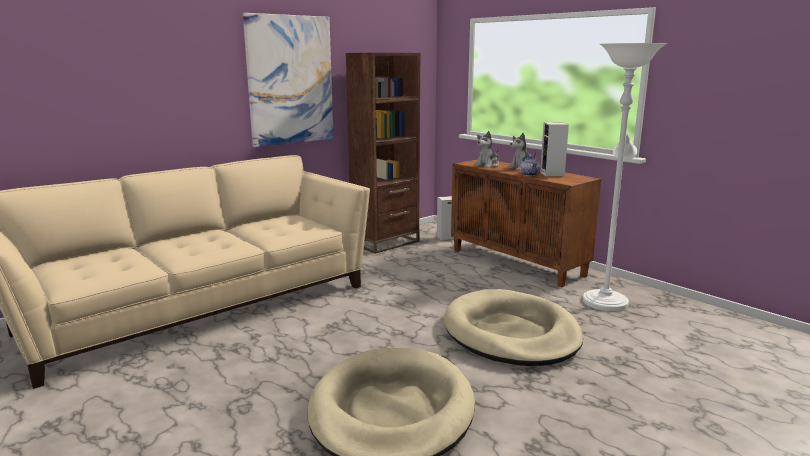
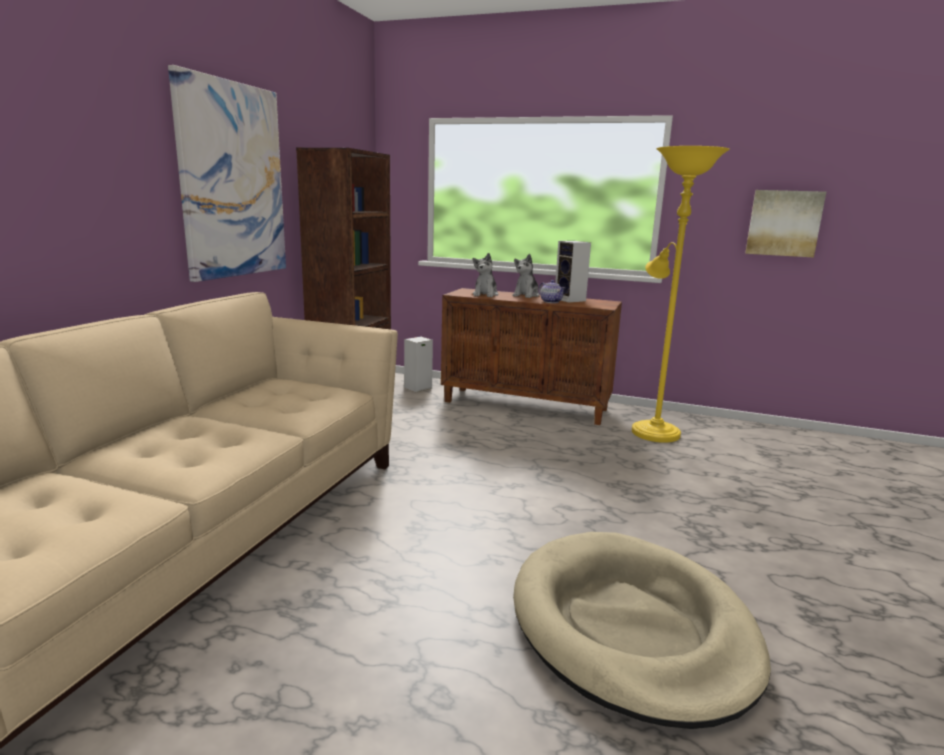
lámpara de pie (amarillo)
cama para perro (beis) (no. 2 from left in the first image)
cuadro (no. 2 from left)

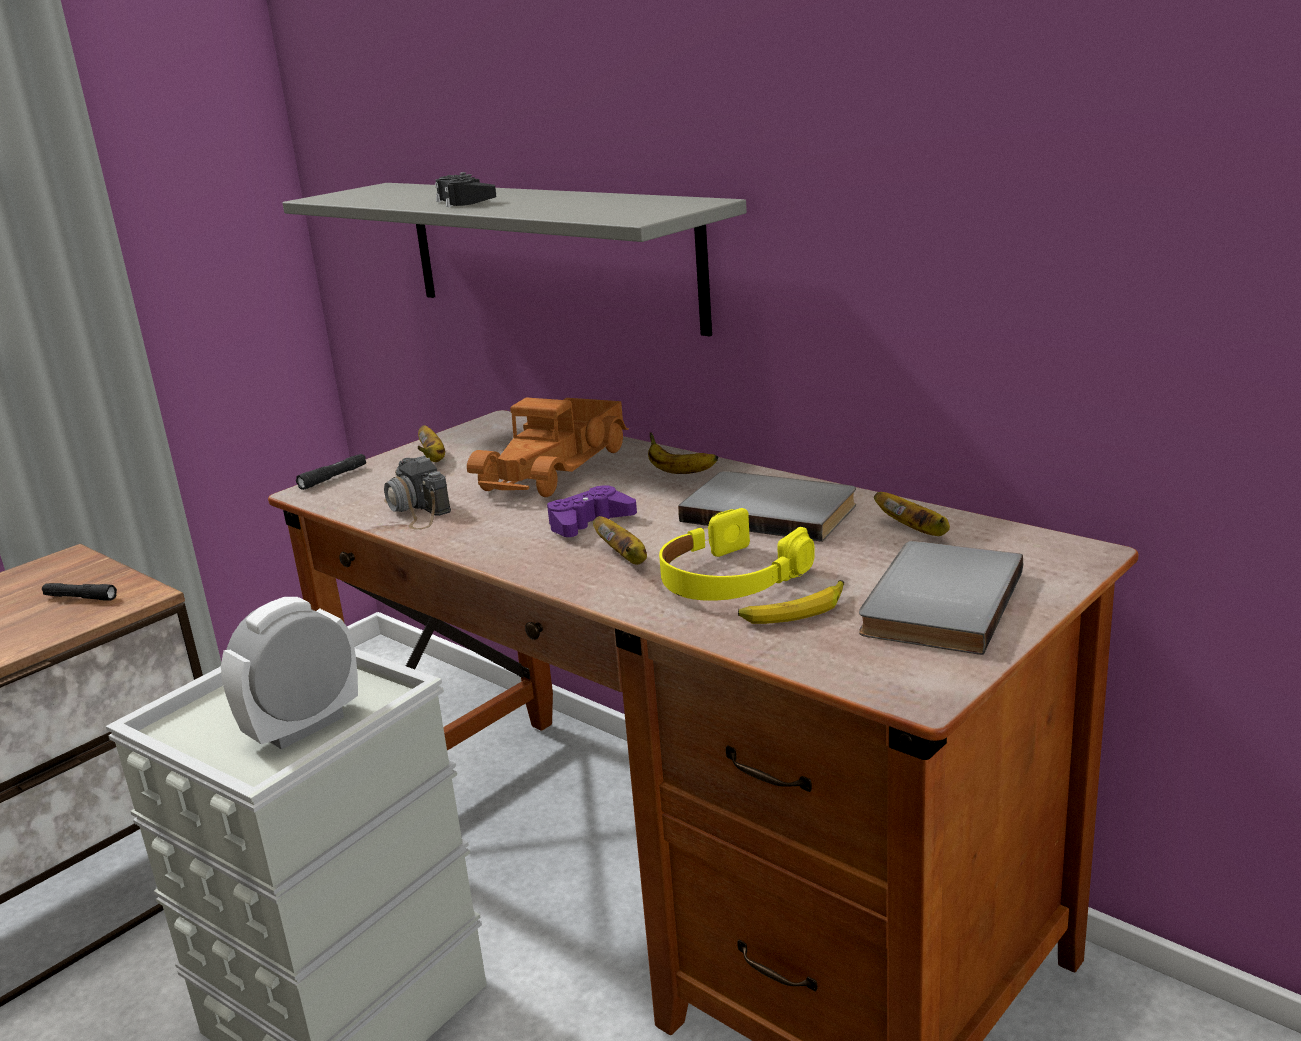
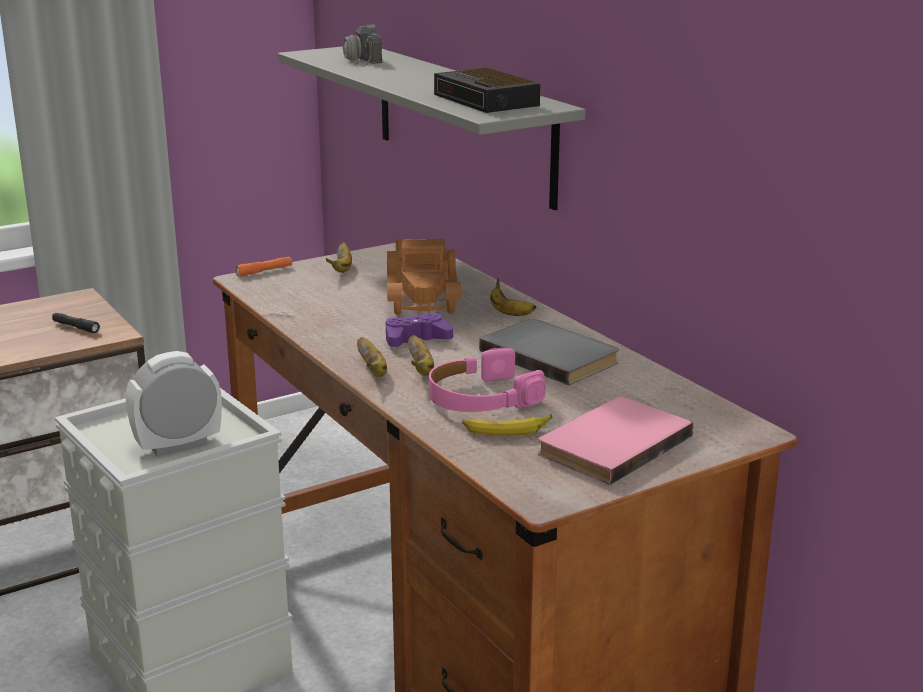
mando de consola (negro)
camión de juguete
linterna (naranja)
cámara
plátano (no. 2 from left)
auriculares (rosa)
libro (rosa)
despertador (no. 2 from left)

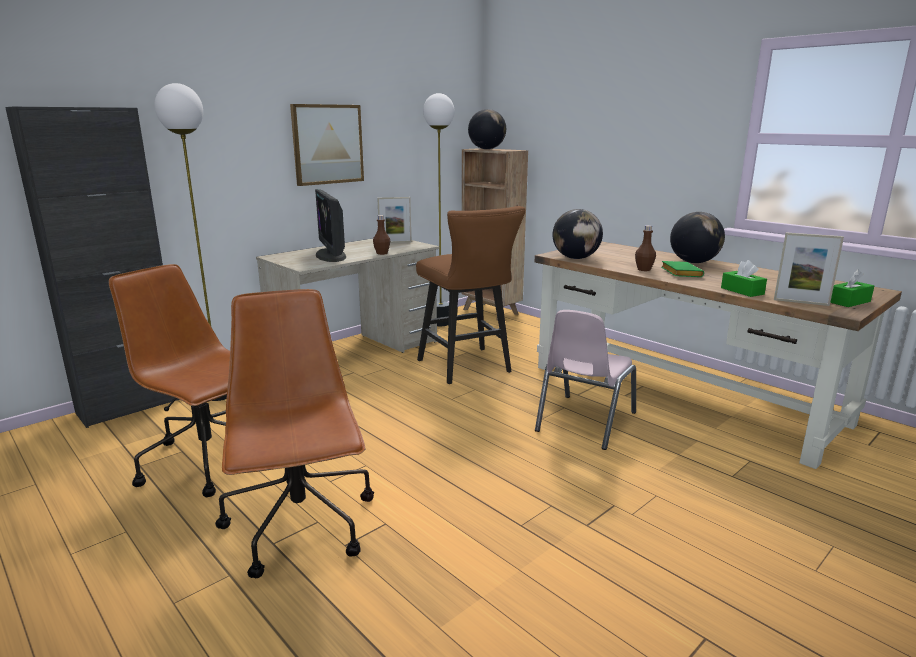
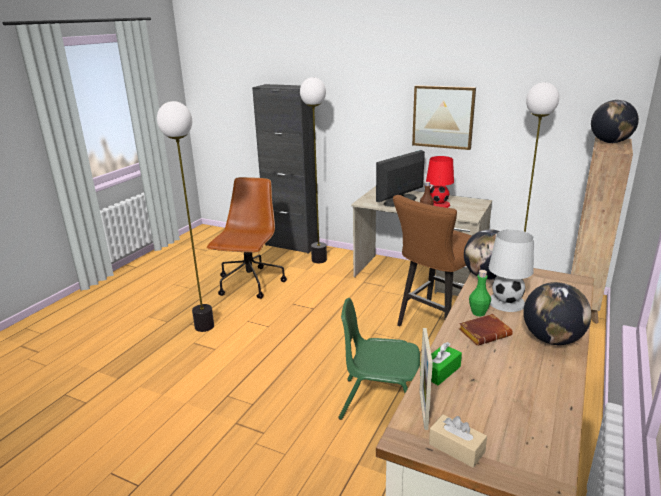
portarretratos (no. 1 from left in the first image)
botella (verde)
libro (marrón)
caja de pañuelos (beis)
lámpara de pie (no. 1 from left)
silla (verde)
lámpara de mesa (rojo)
lámpara de mesa (blanco)

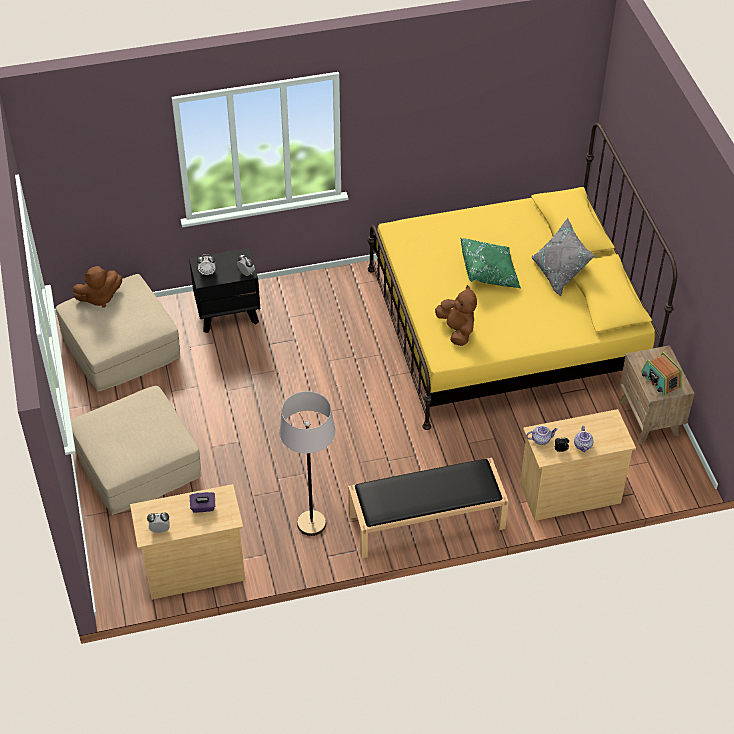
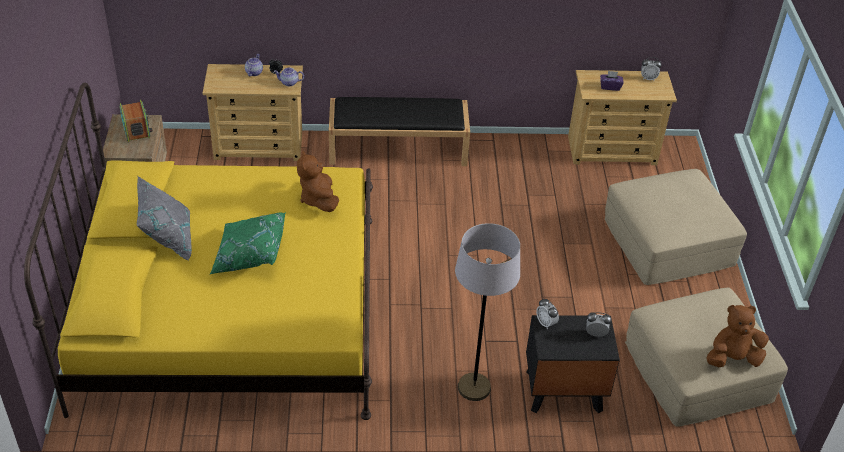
lámpara de pie (gris)

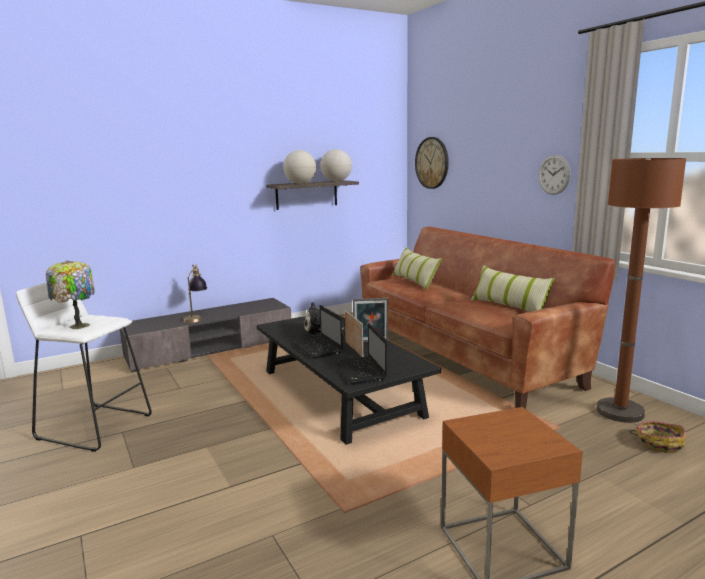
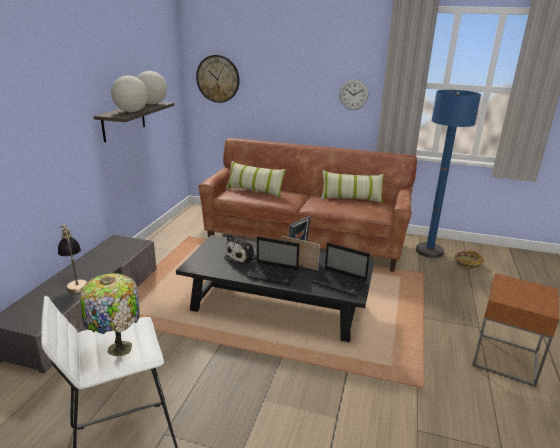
lámpara de pie (azul)

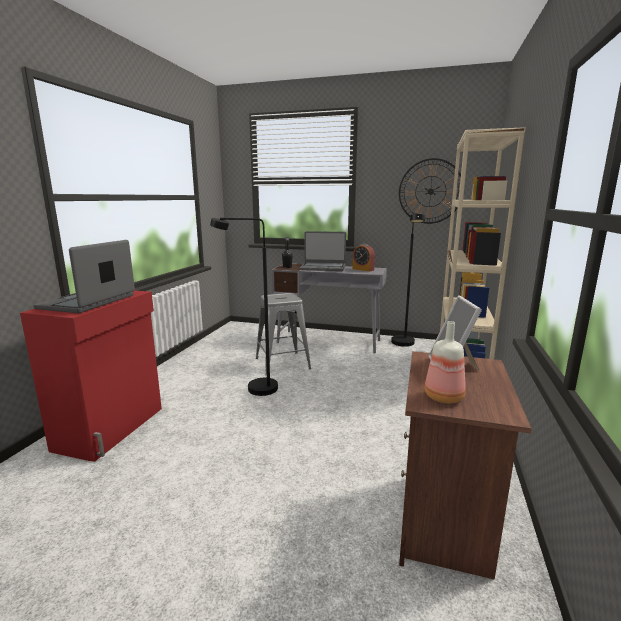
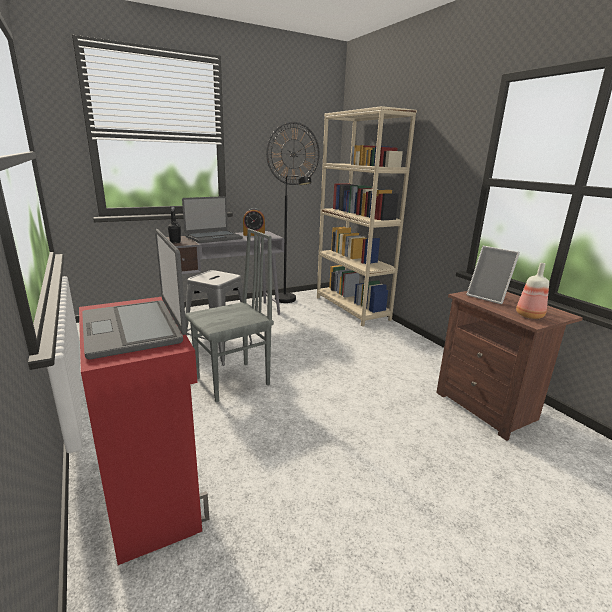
silla (gris)

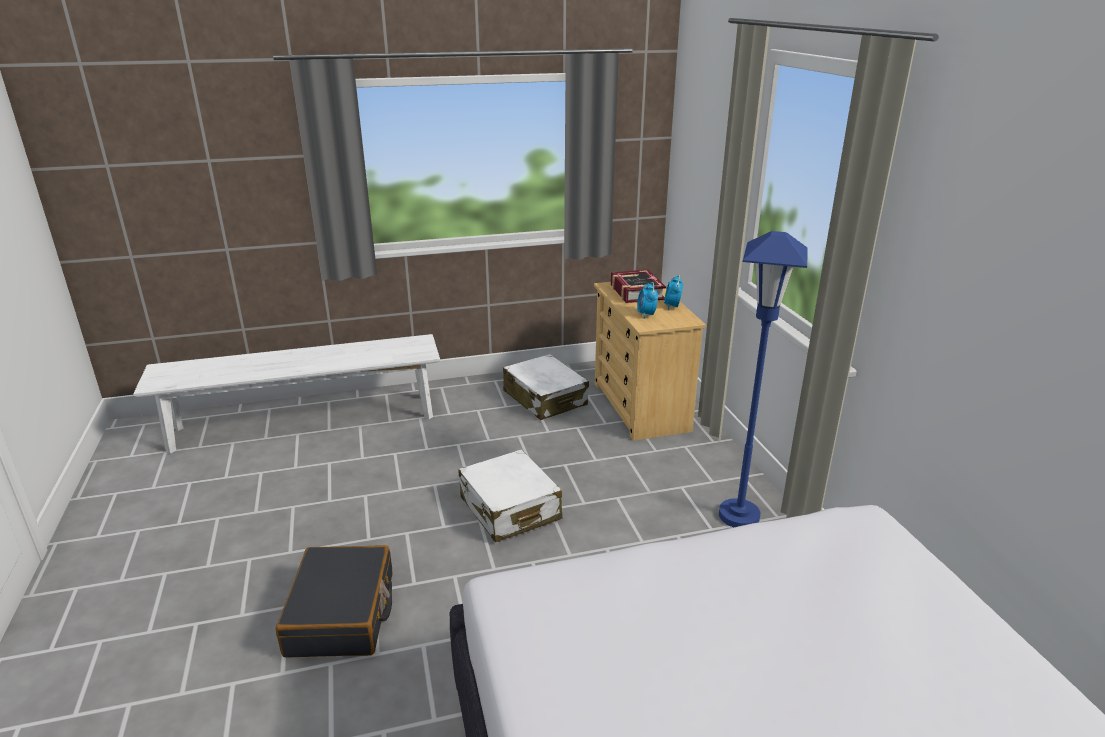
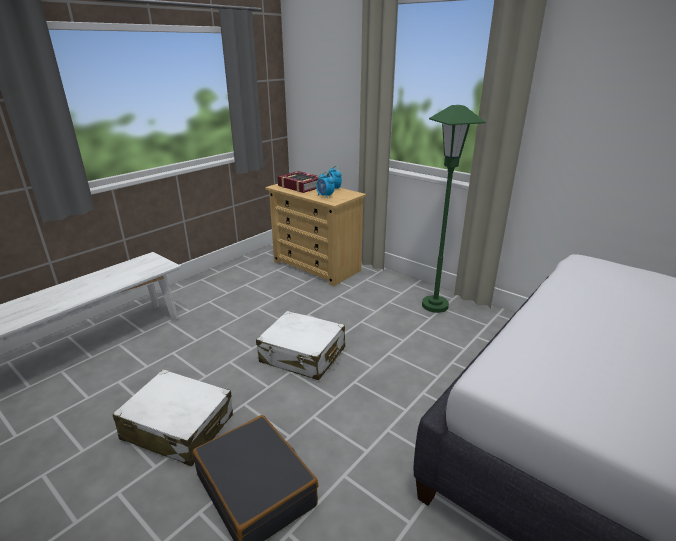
lámpara de pie (verde)
maleta (blanco) (no. 1 from left)

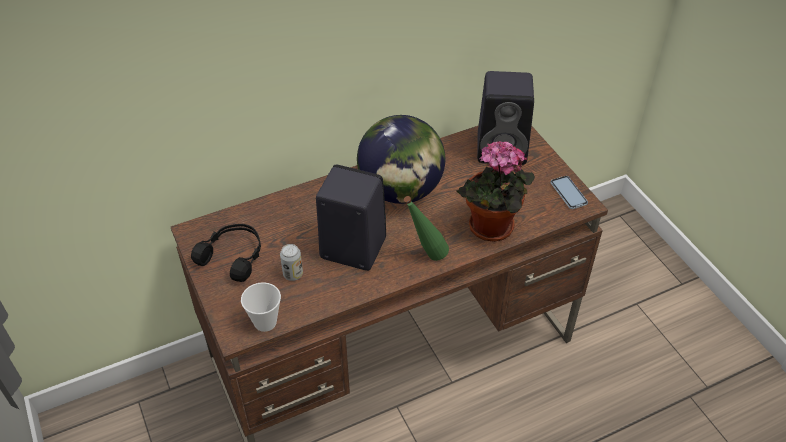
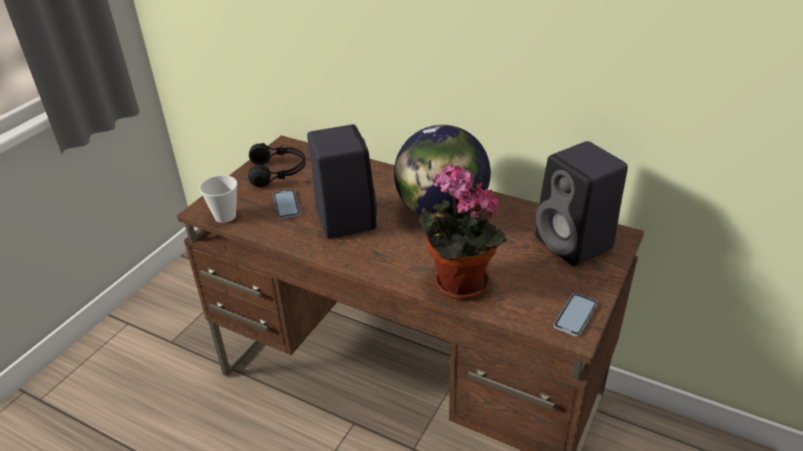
botella (verde)
móvil (no. 1 from left)

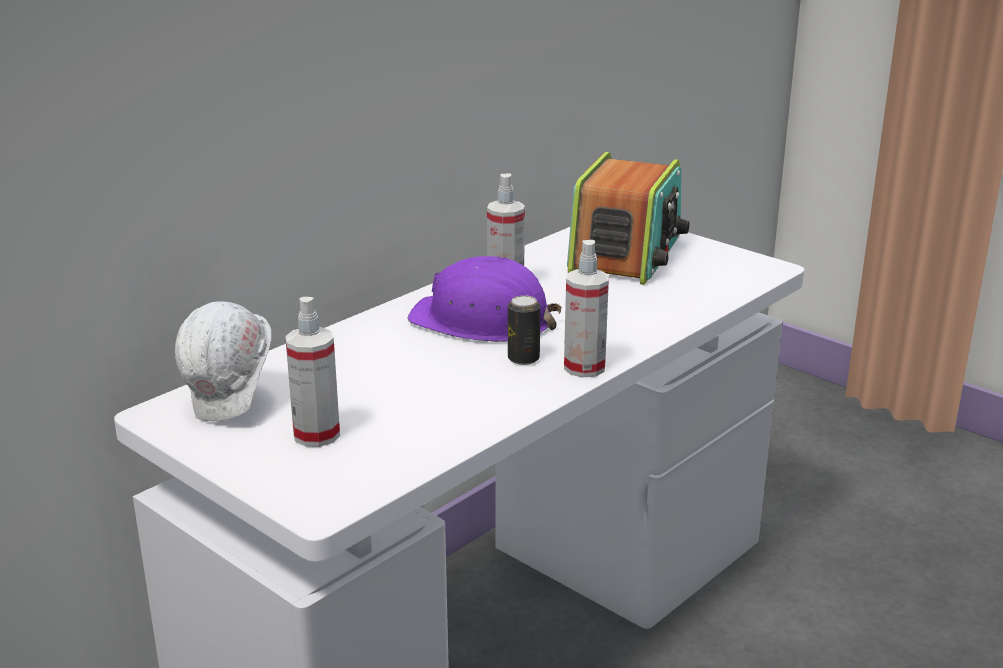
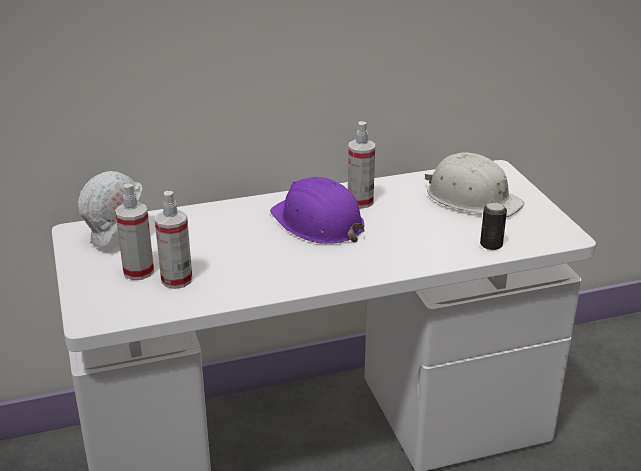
casco (blanco) (no. 2 from left)
pulverizador (no. 2 from left)
lata

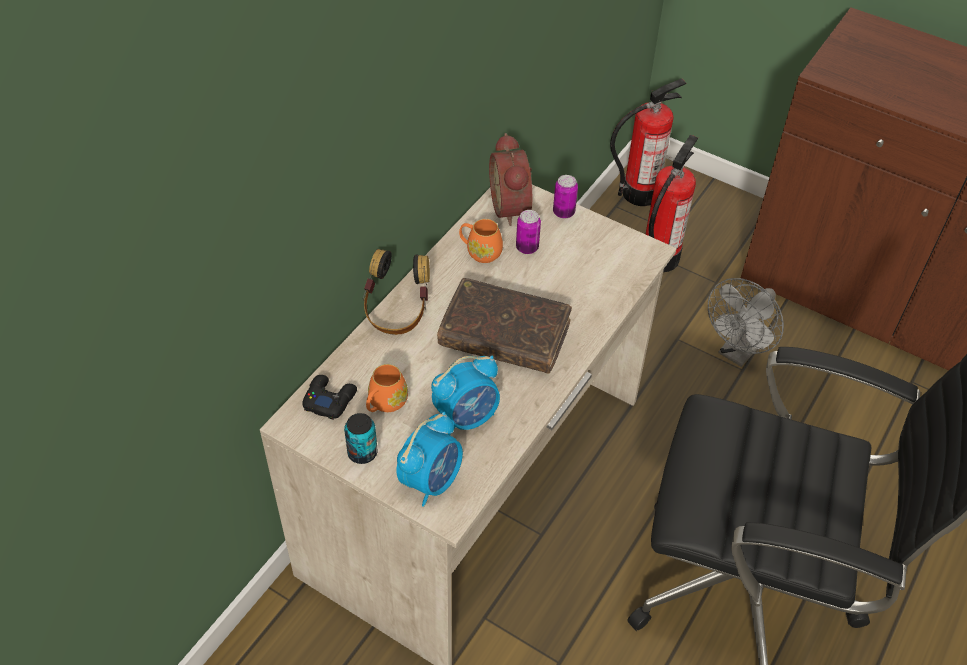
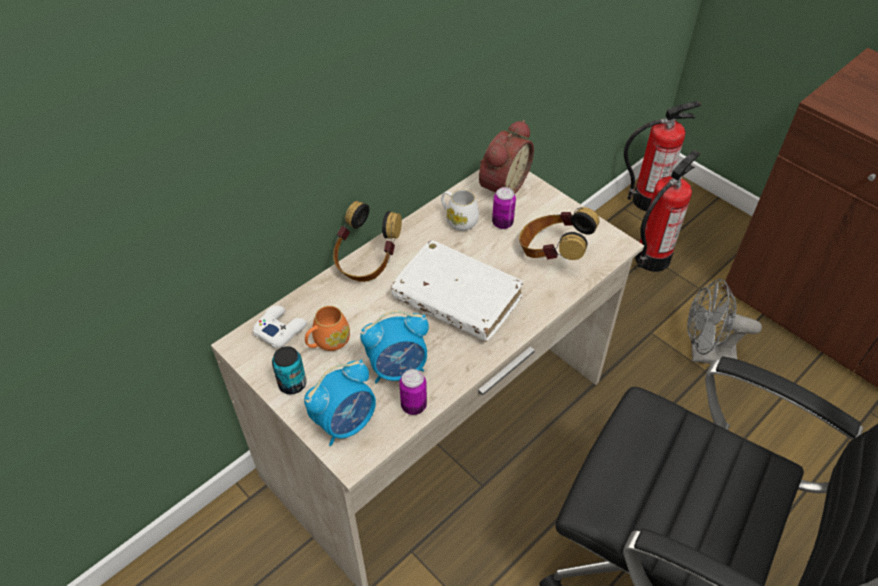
despertador (no. 3 from left)
lata (no. 2 from left)
taza grande (blanco)
libro (blanco)
ventilador (gris)
mando de consola (blanco)
auriculares (no. 2 from left)

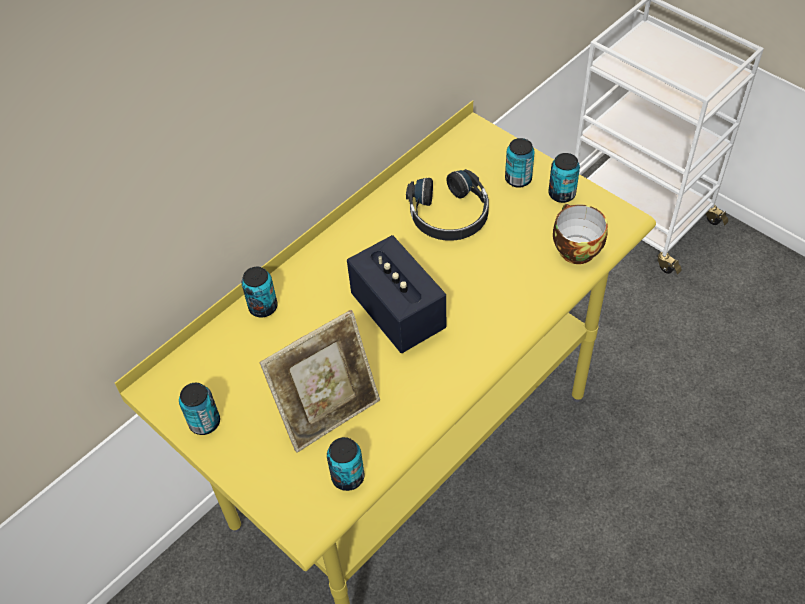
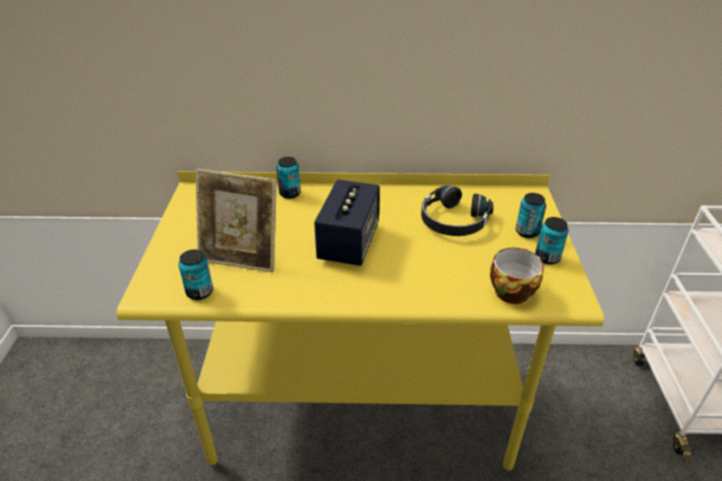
lata (no. 1 from left in the first image)

